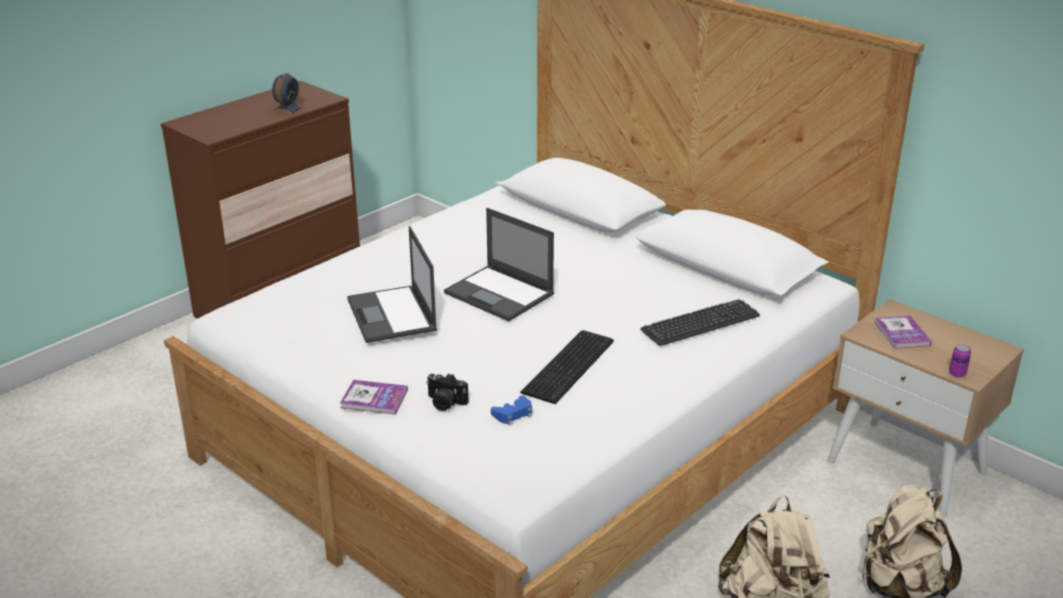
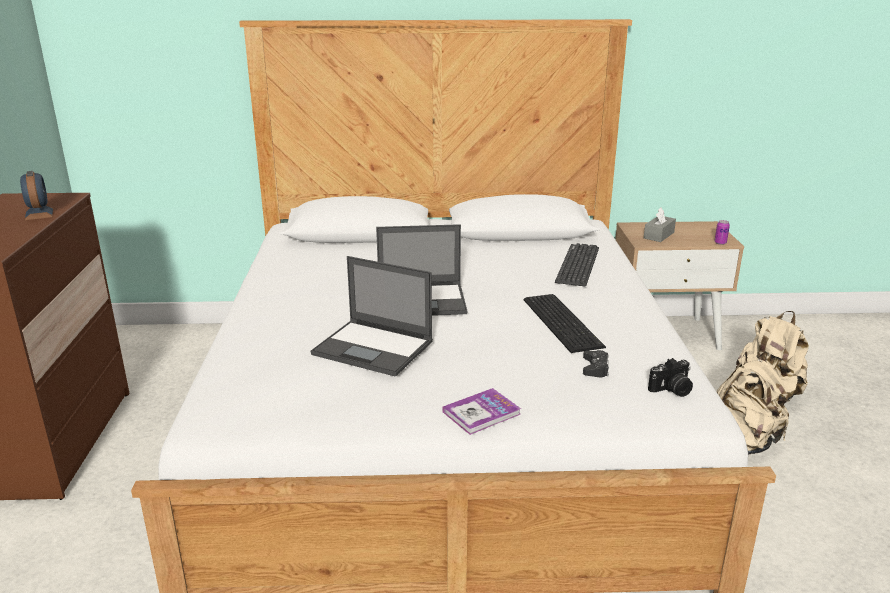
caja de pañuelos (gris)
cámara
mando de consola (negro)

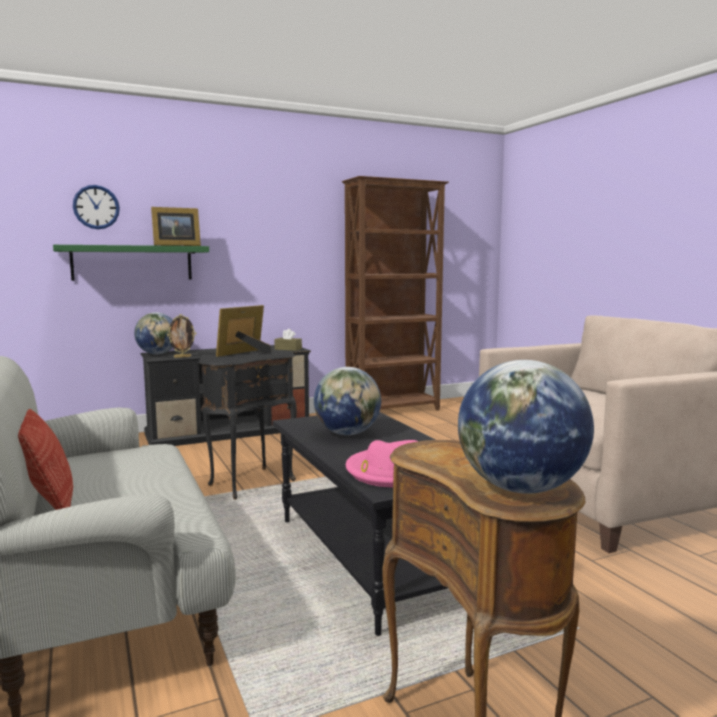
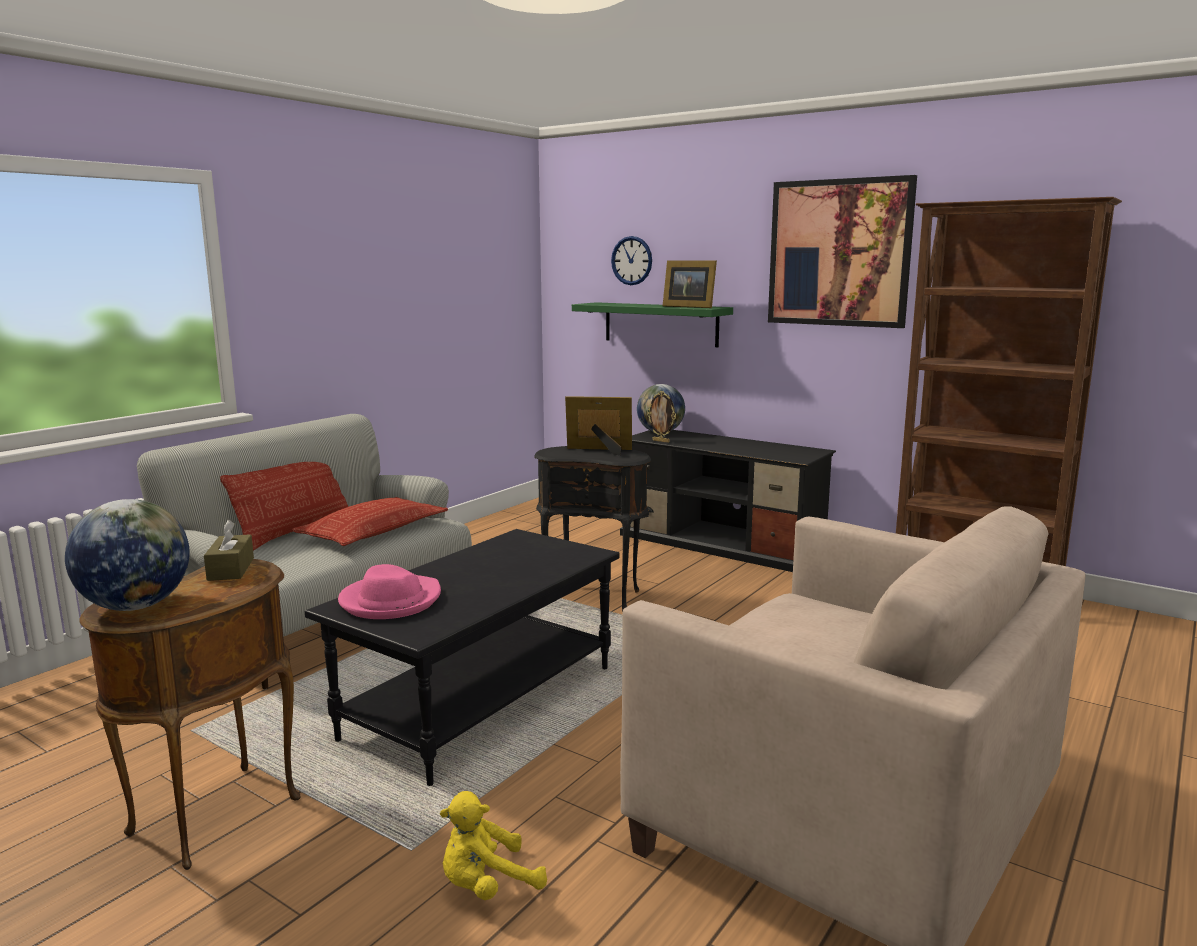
caja de pañuelos (marrón)
globo terráqueo (no. 2 from left in the first image)
cuadro
cojín (no. 2 from left)
peluche (amarillo)

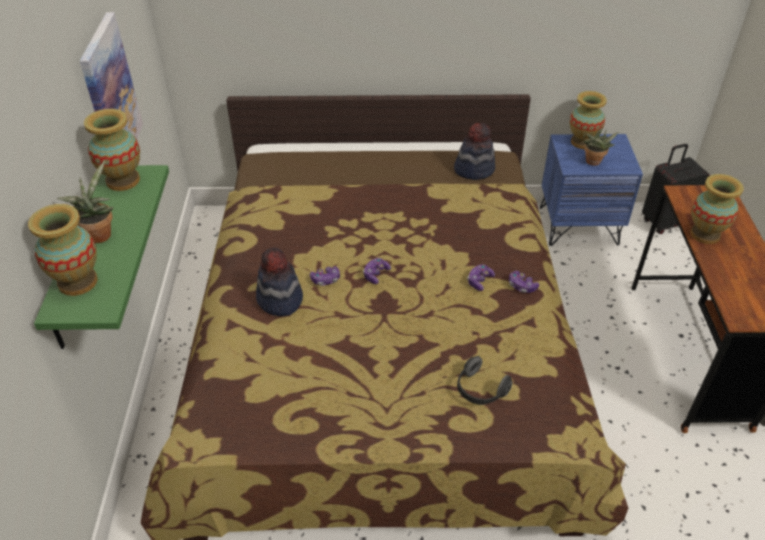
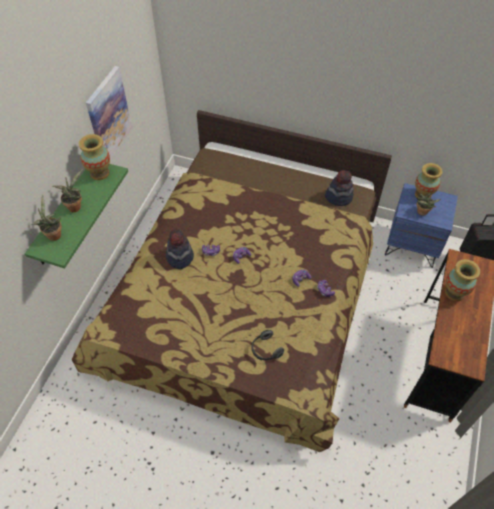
planta en maceta (no. 1 from left)

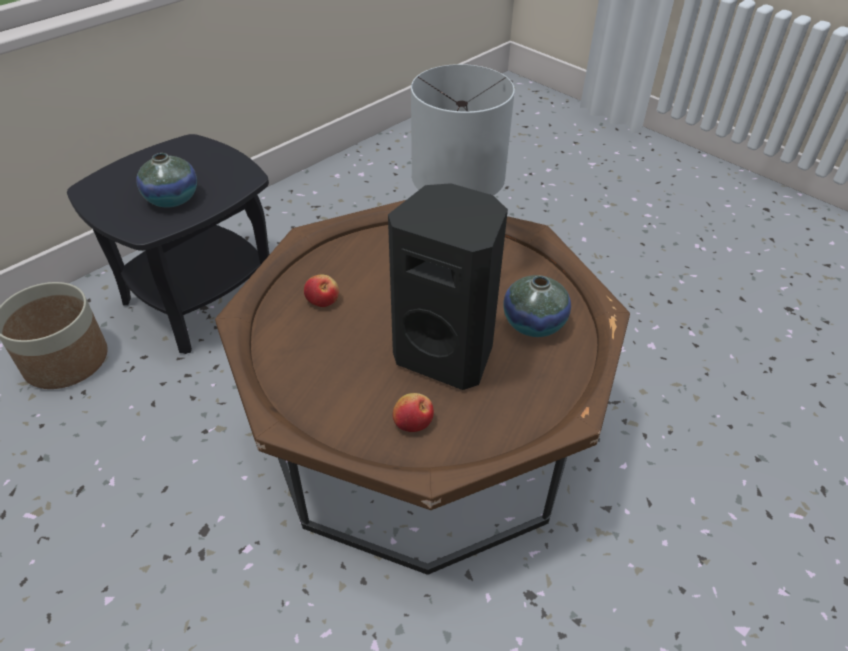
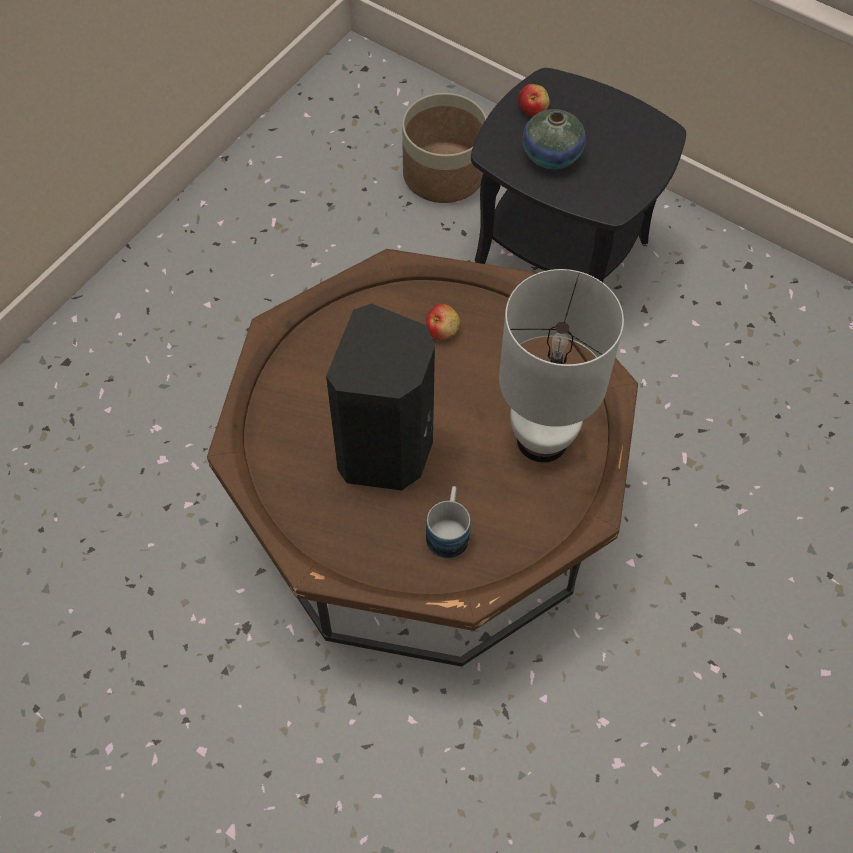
taza grande
manzana (no. 2 from left)

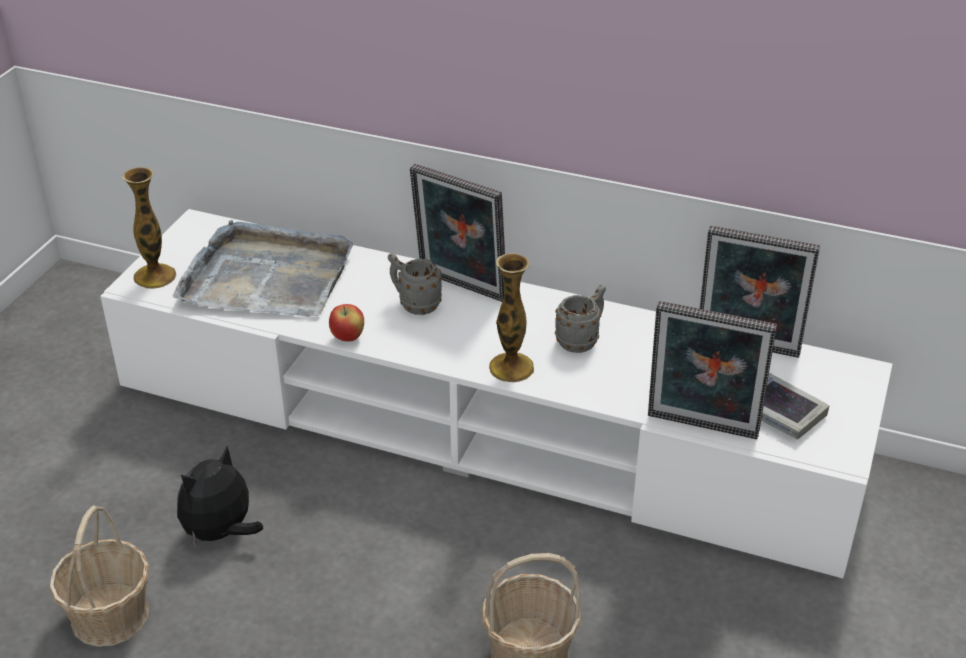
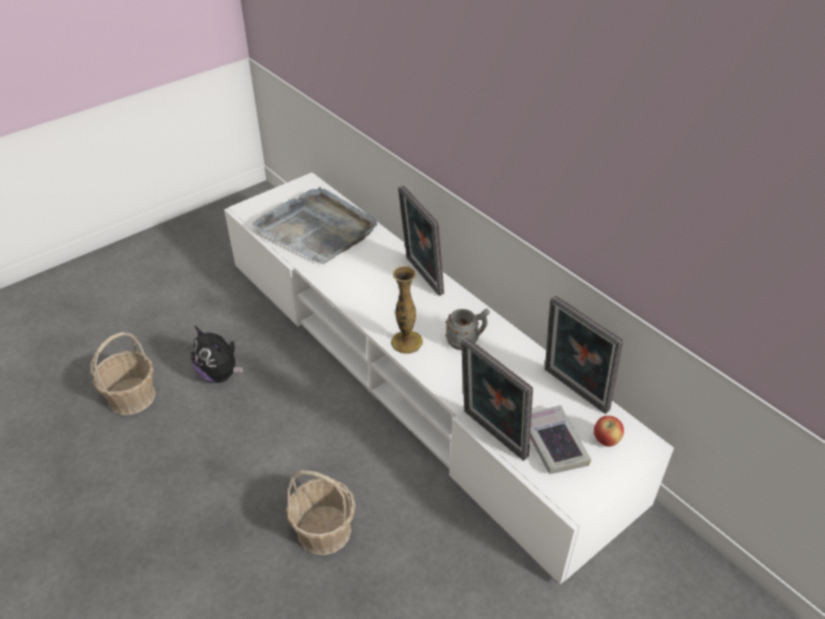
florero (no. 1 from left in the first image)
taza grande (gris) (no. 1 from left in the first image)
manzana
peluche

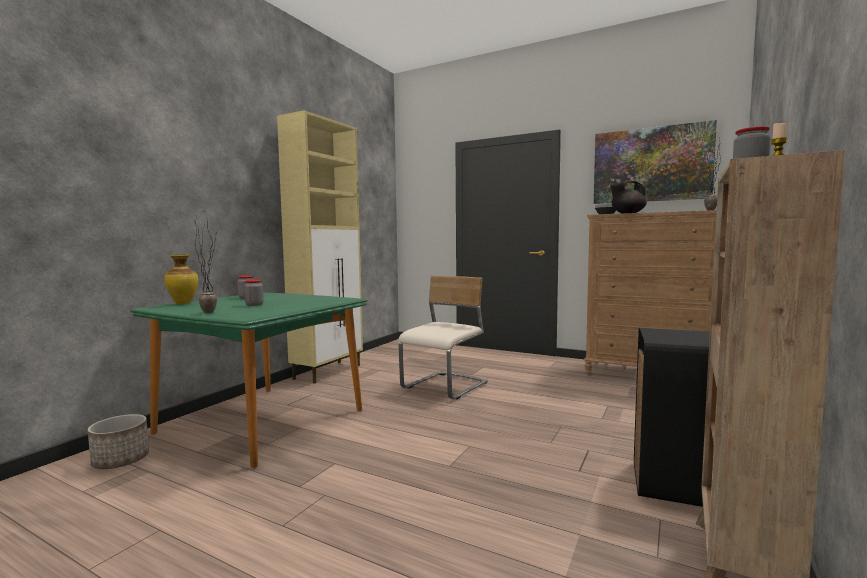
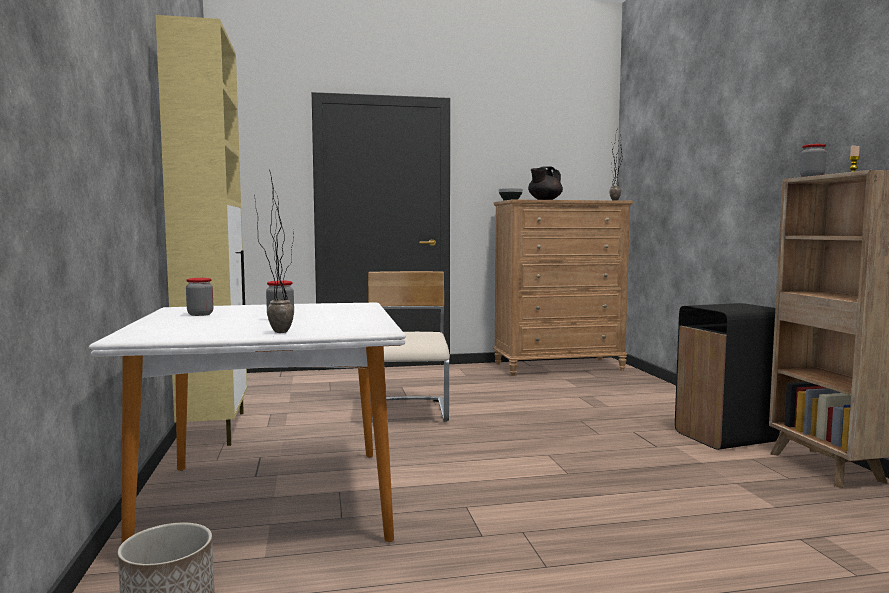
cuadro
florero
mesa de comedor (blanco)

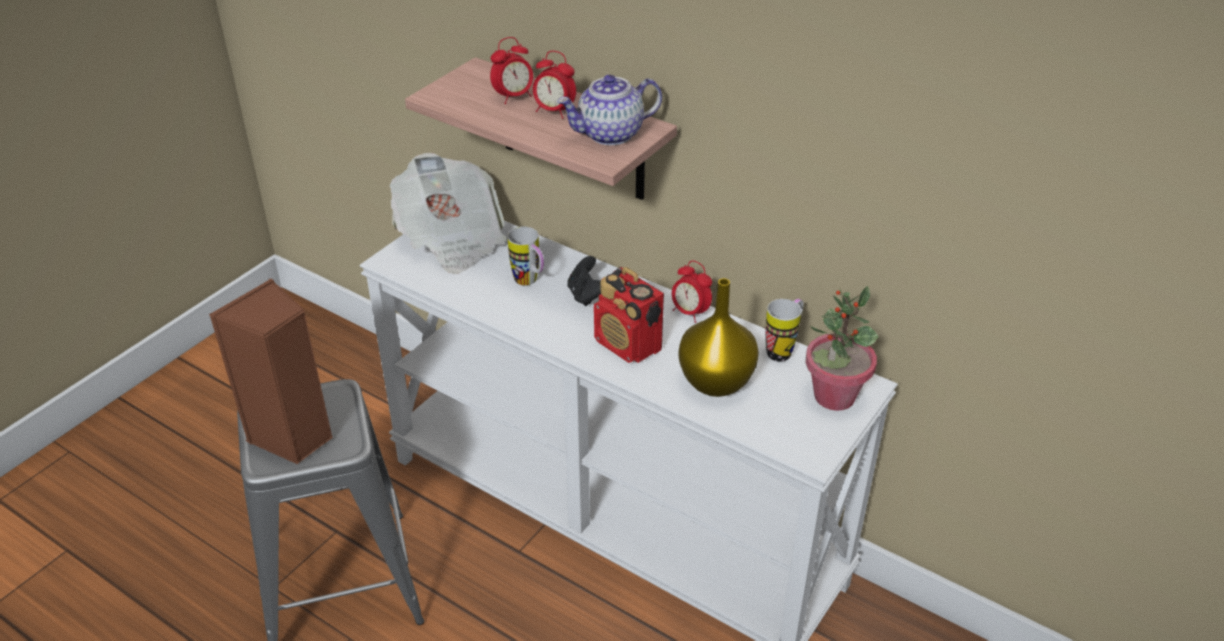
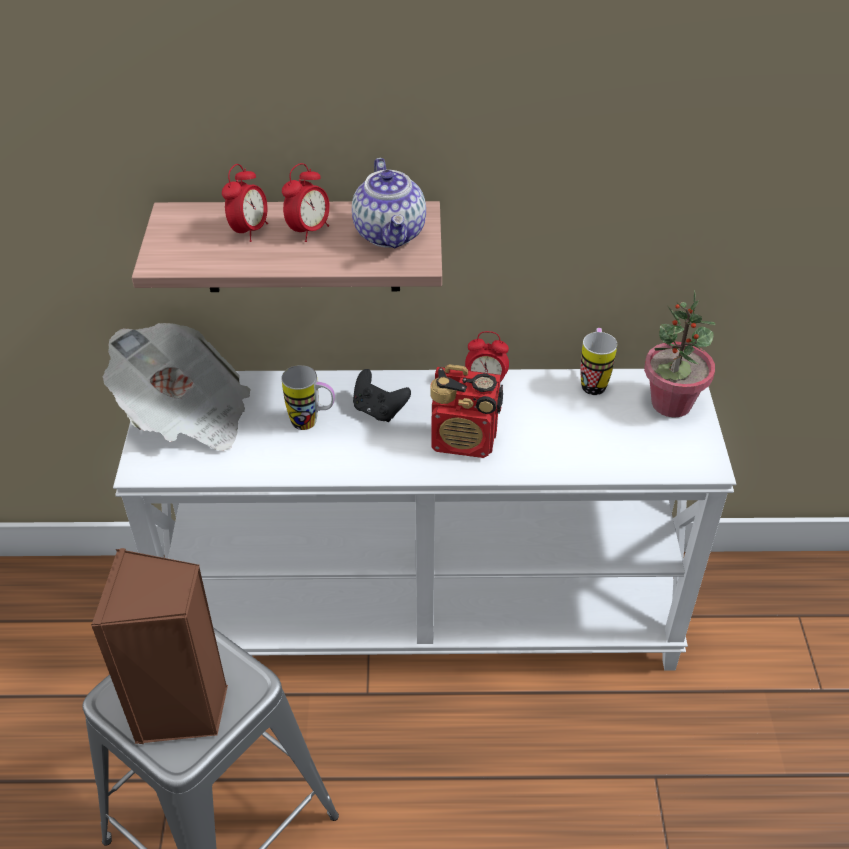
despertador (no. 2 from left)
tetera
florero (amarillo)

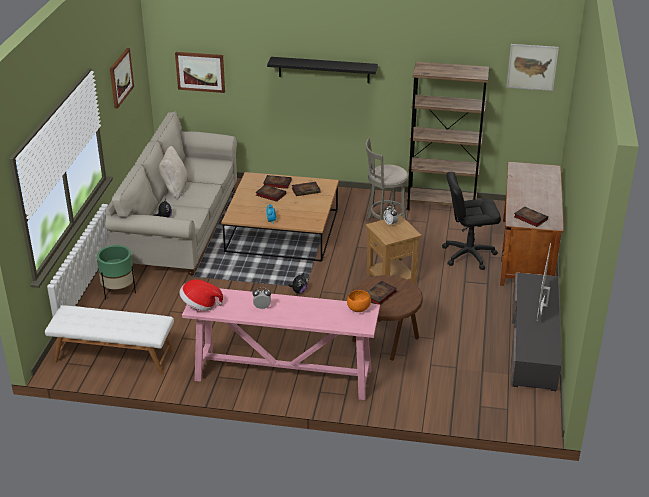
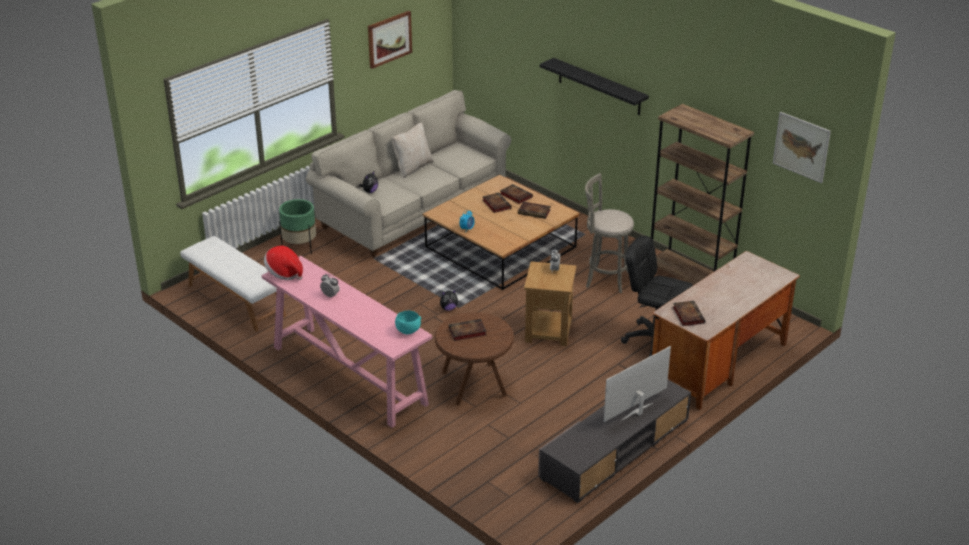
cuadro (no. 2 from left in the first image)
cuenco (turquesa)

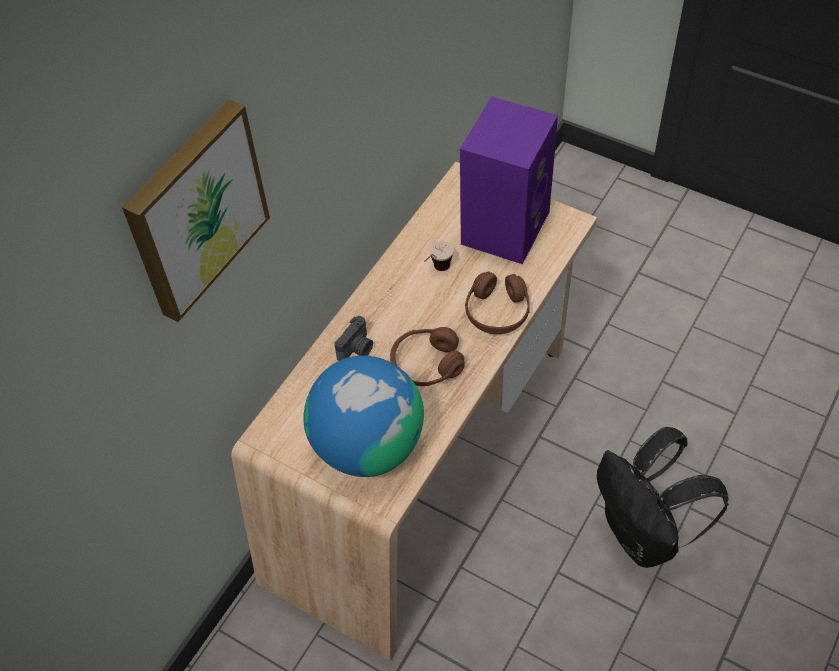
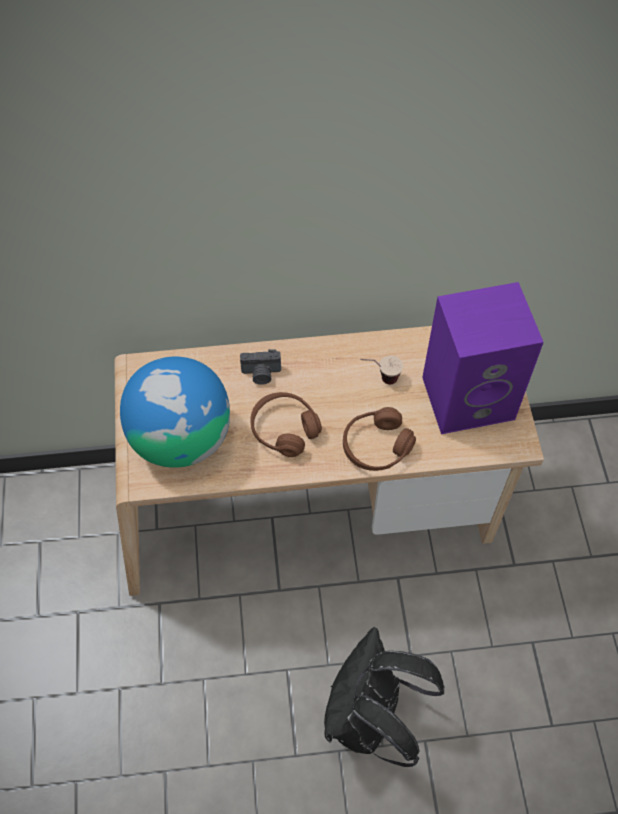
cuadro

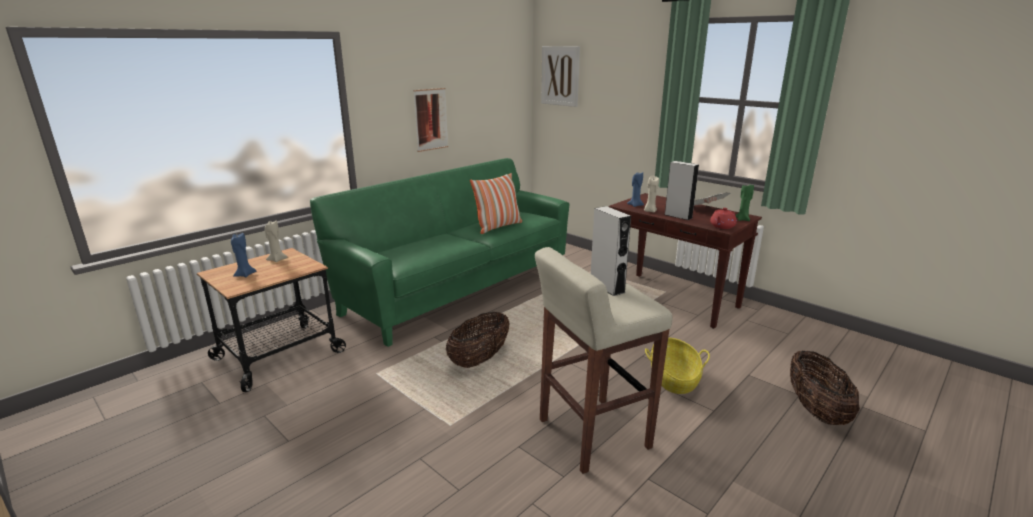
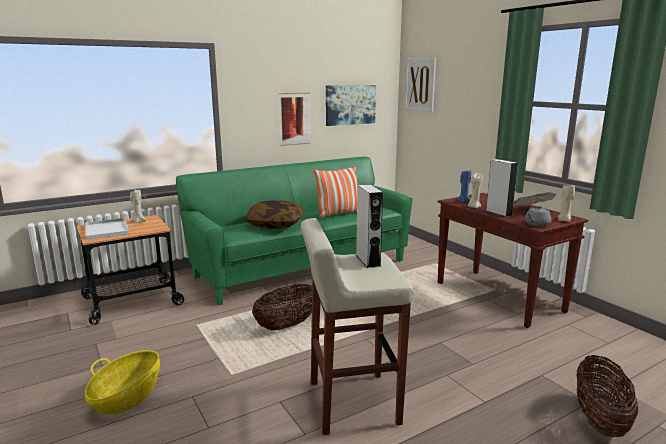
vela (beis) (no. 3 from left)
tetera (gris)
bandeja (blanco)
cesta (no. 1 from left)
cuadro (no. 2 from left)
cojín (no. 1 from left)

